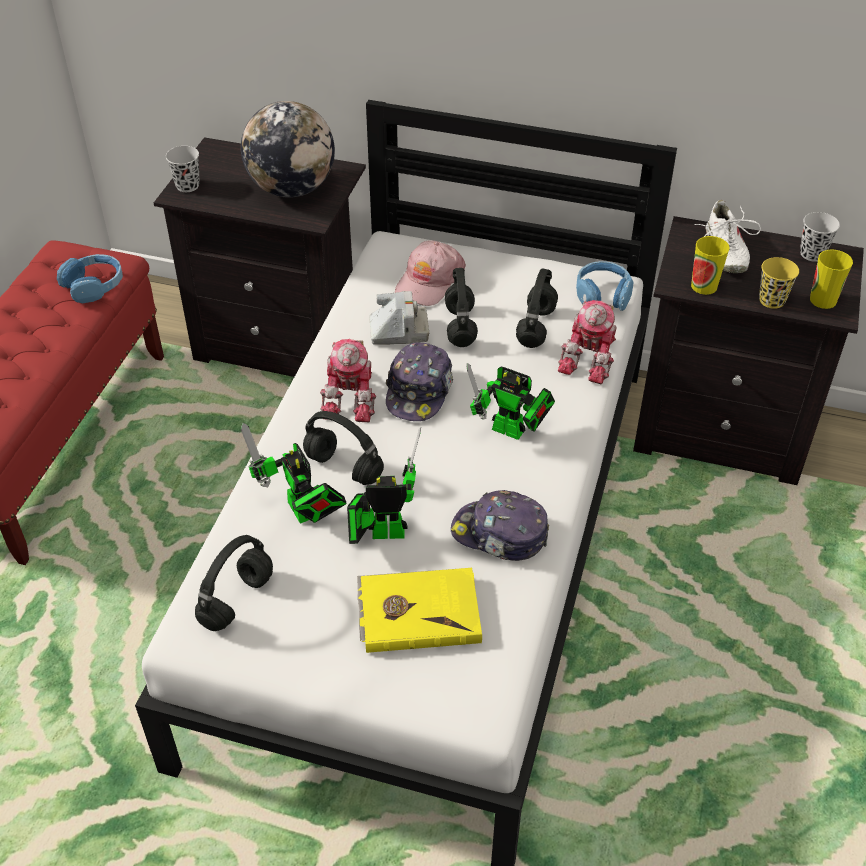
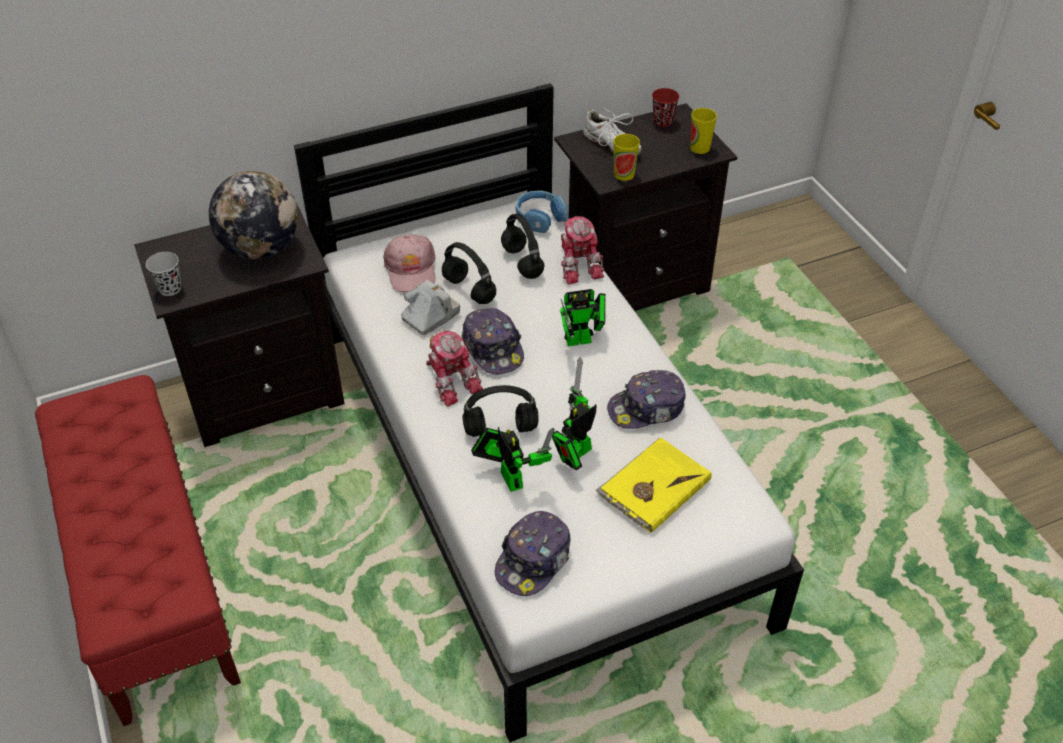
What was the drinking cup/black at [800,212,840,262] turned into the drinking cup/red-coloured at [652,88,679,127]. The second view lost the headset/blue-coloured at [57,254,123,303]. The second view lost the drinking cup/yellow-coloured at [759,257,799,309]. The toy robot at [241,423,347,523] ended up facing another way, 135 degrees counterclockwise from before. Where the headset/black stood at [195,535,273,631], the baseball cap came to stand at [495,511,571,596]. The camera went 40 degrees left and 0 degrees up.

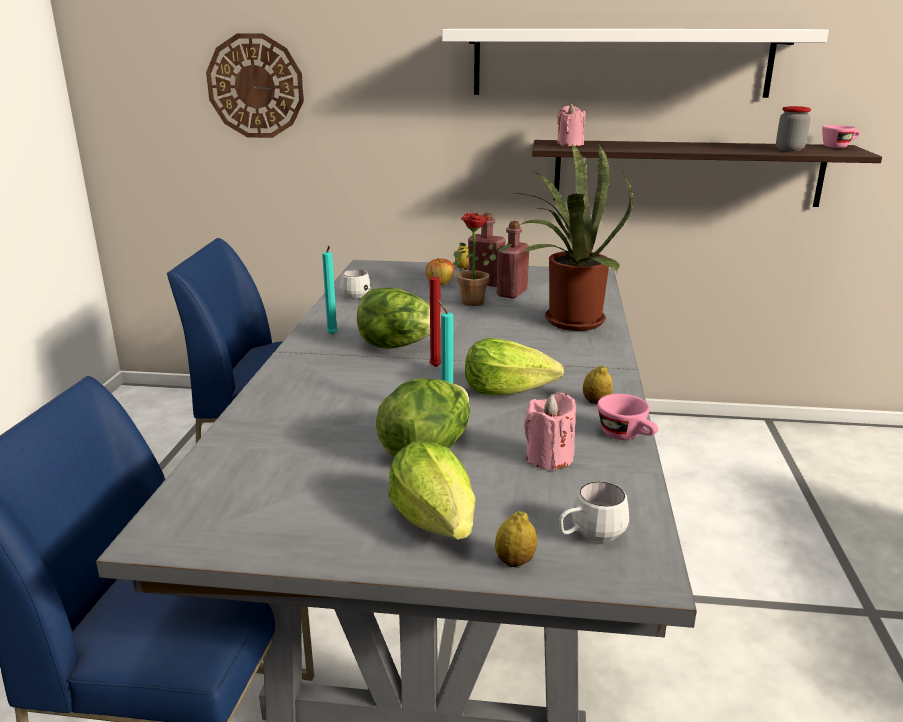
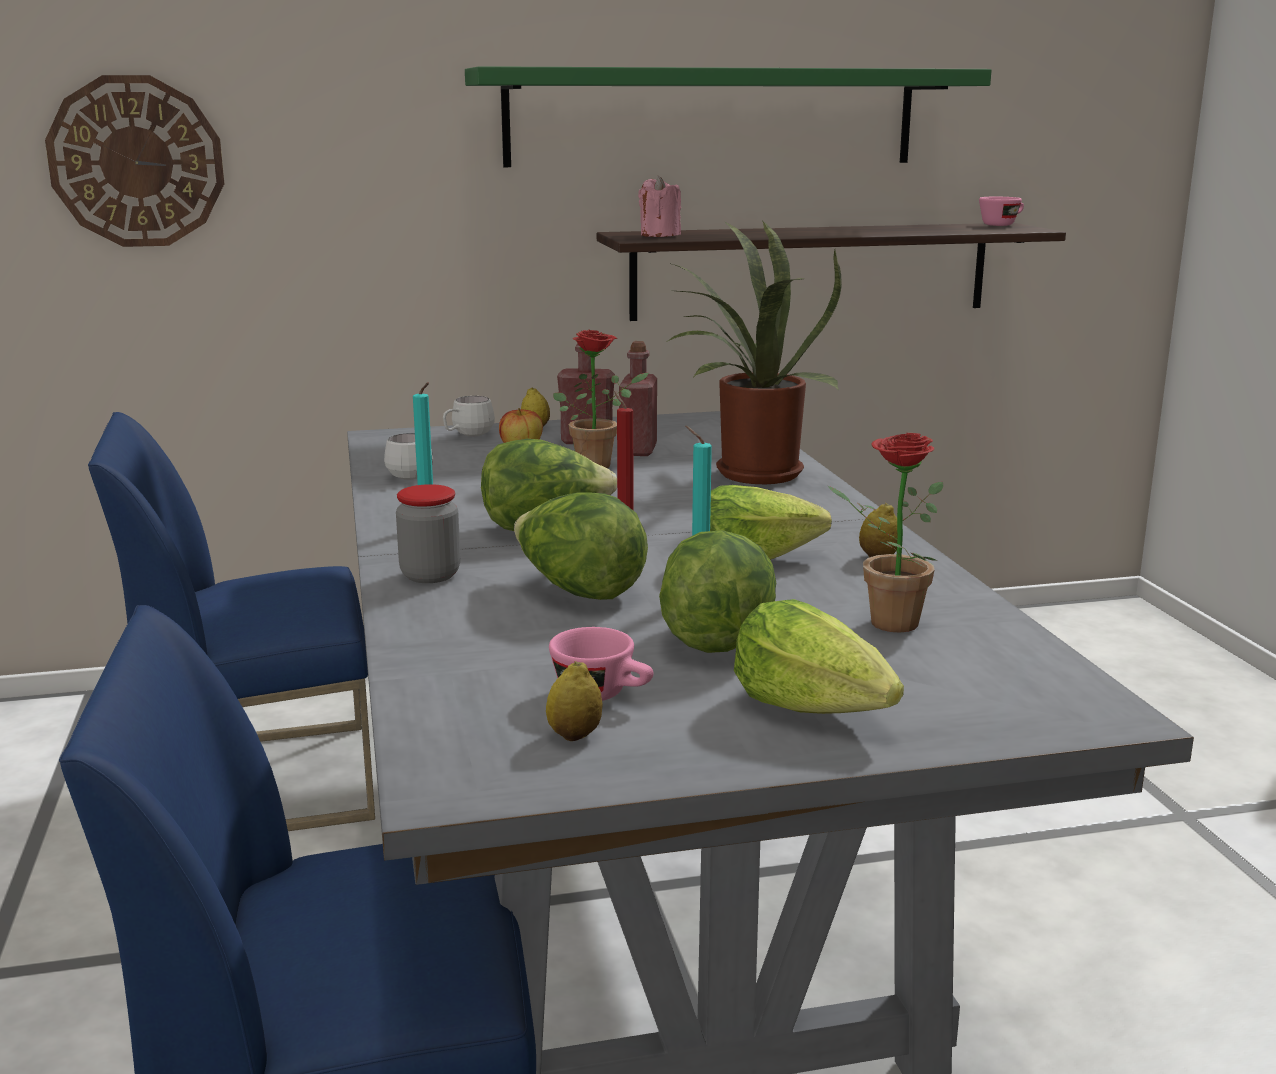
What was the shelf/whitish at [442,29,829,98] turned into the shelf/greenish at [465,66,992,167]. The storage jar ended up elsewhere, having gone from [776,106,811,151] to [396,484,460,583]. Where the wax light/pink stood at [524,393,576,471], the plant in a pot came to stand at [828,433,943,633]. The drinking cup/pink ended up elsewhere, having gone from [597,394,658,440] to [549,627,654,701]. The coffee mug/whitish ended up elsewhere, having gone from [559,481,629,542] to [443,396,495,436]. The whole lemon ended up elsewhere, having gone from [495,511,537,567] to [546,661,603,741]. The second view gained the lettuce at [514,493,648,600]. The camera went 20 degrees left and 5 degrees down.

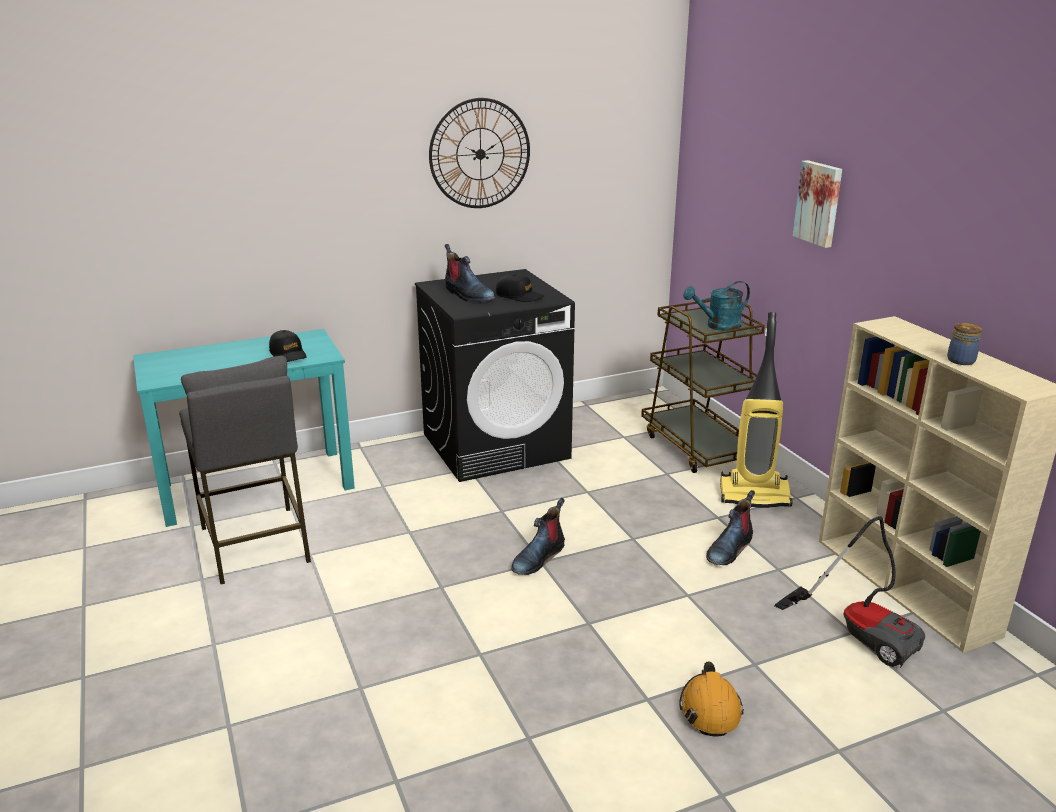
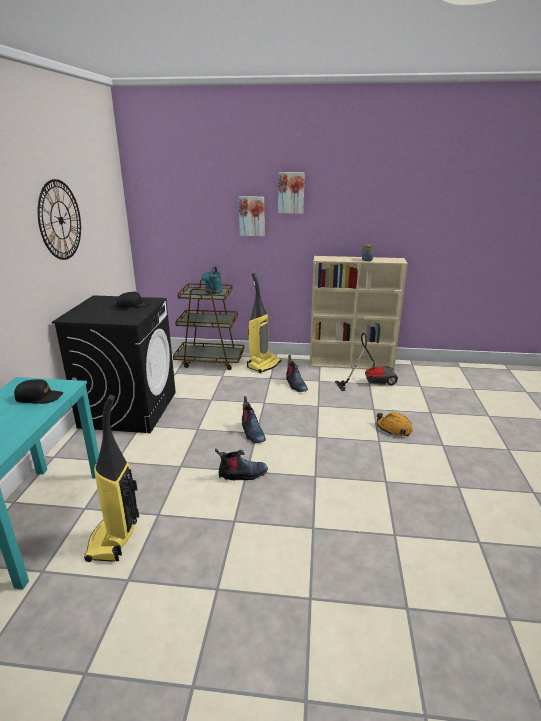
The high-top boot ended up elsewhere, having gone from [445,244,495,303] to [215,449,268,480]. Where the sitting stool/grey stood at [179,356,311,584], the vacuum cleaner came to stand at [84,395,139,562]. The second view gained the wall art at [278,172,305,214]. The camera went 60 degrees left and 0 degrees up.

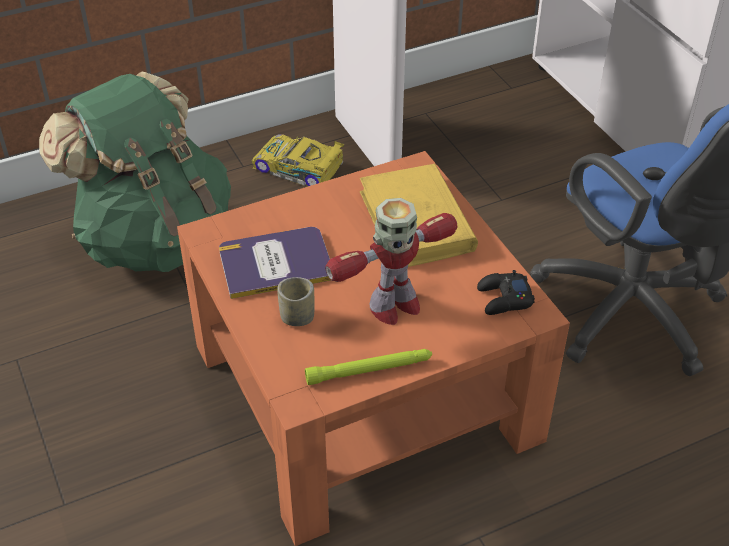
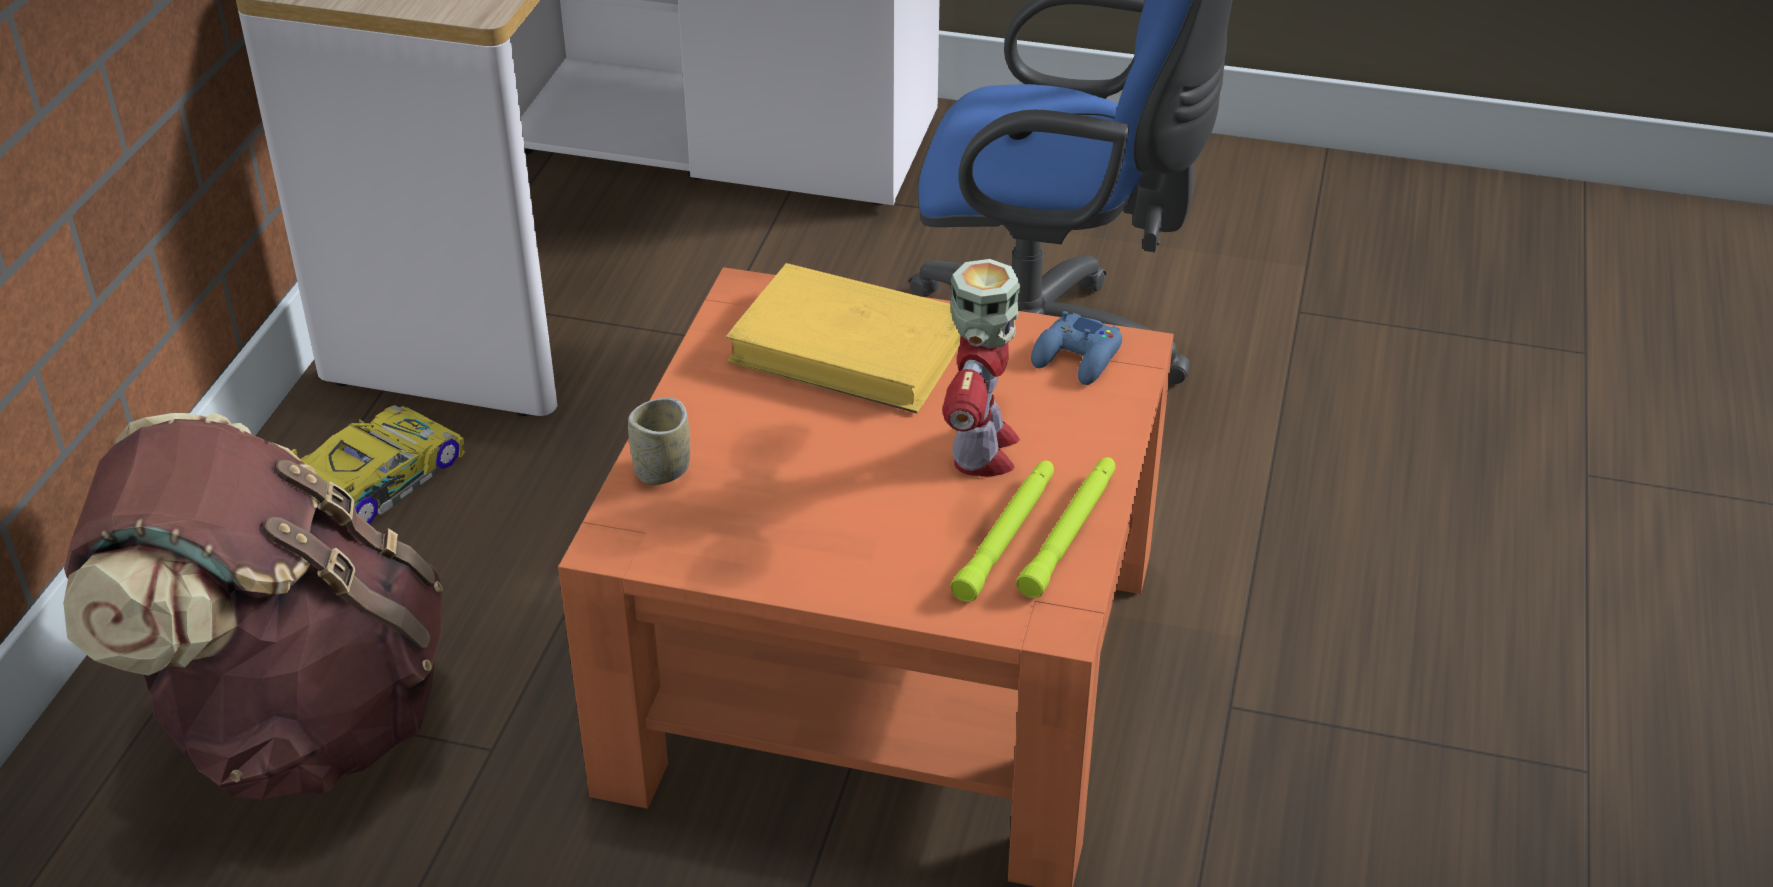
What was the backpack/greenish at [39,72,231,272] turned into the backpack/brownish at [63,413,443,799]. The miniature car at [252,134,344,187] ended up facing another way, 150 degrees clockwise from before. The second view lost the book at [219,227,331,299]. What was the game controller/black at [477,270,535,315] turned into the game controller/blue-coloured at [1031,311,1122,385]. The drinking cup ended up elsewhere, having gone from [277,277,314,326] to [628,398,690,485]. The second view gained the torch/greenish at [951,461,1054,602]. The camera went 50 degrees left and 5 degrees down.

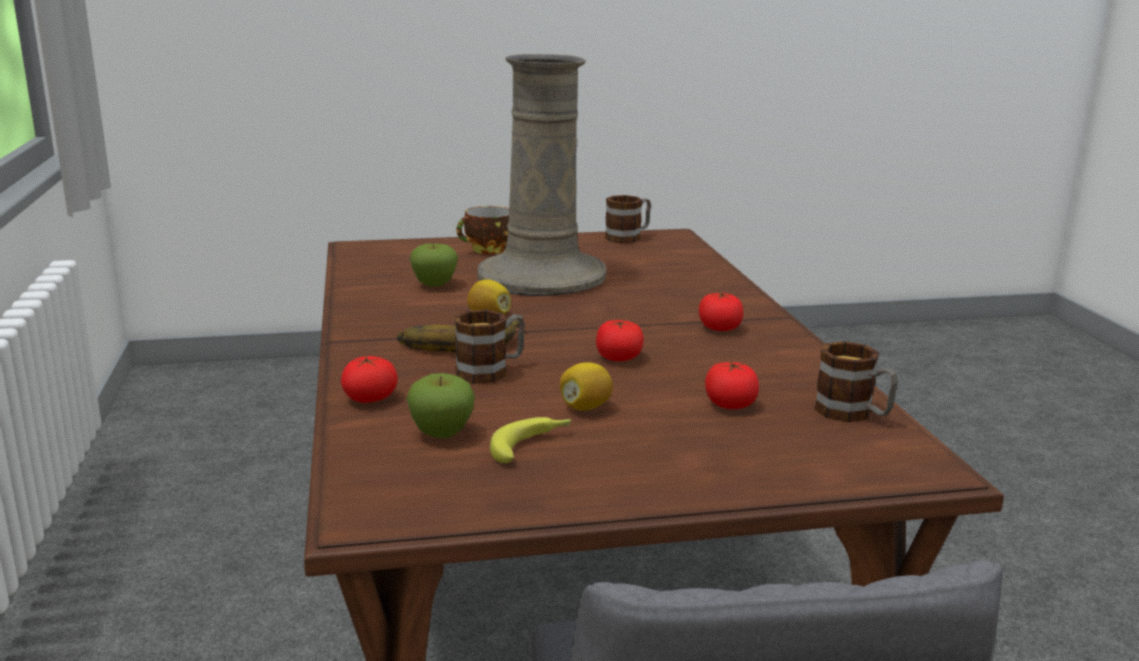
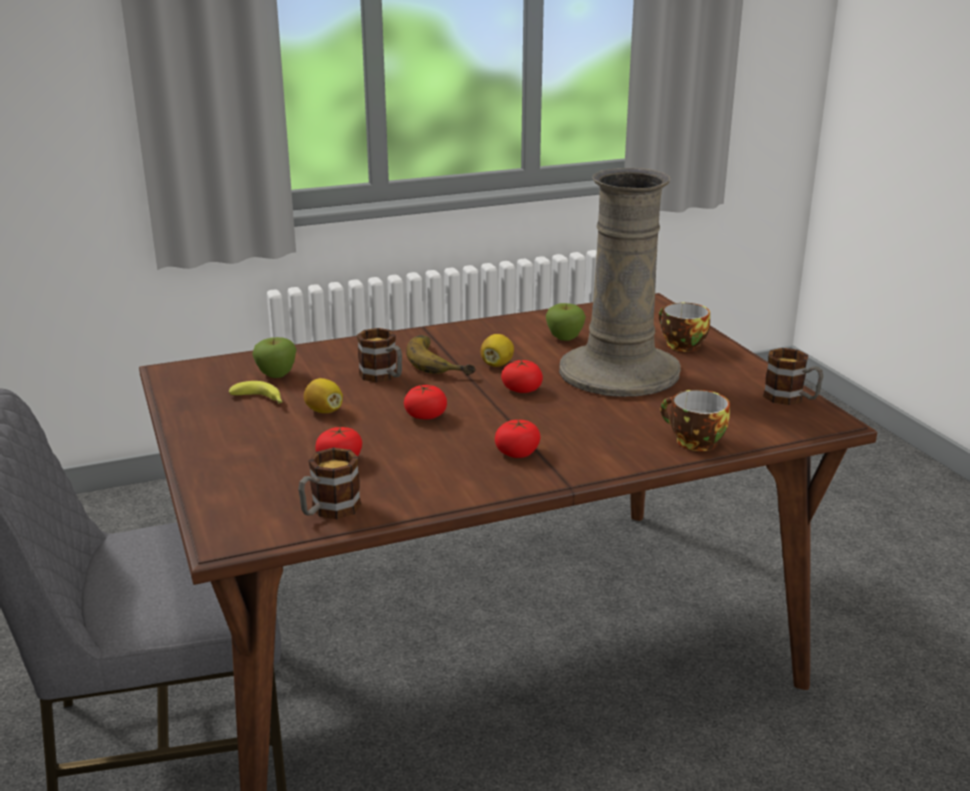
The fresh tomato ended up elsewhere, having gone from [341,356,398,403] to [501,360,543,393]. The second view gained the drinking cup at [660,390,730,451]. The camera went 80 degrees right and 5 degrees up.

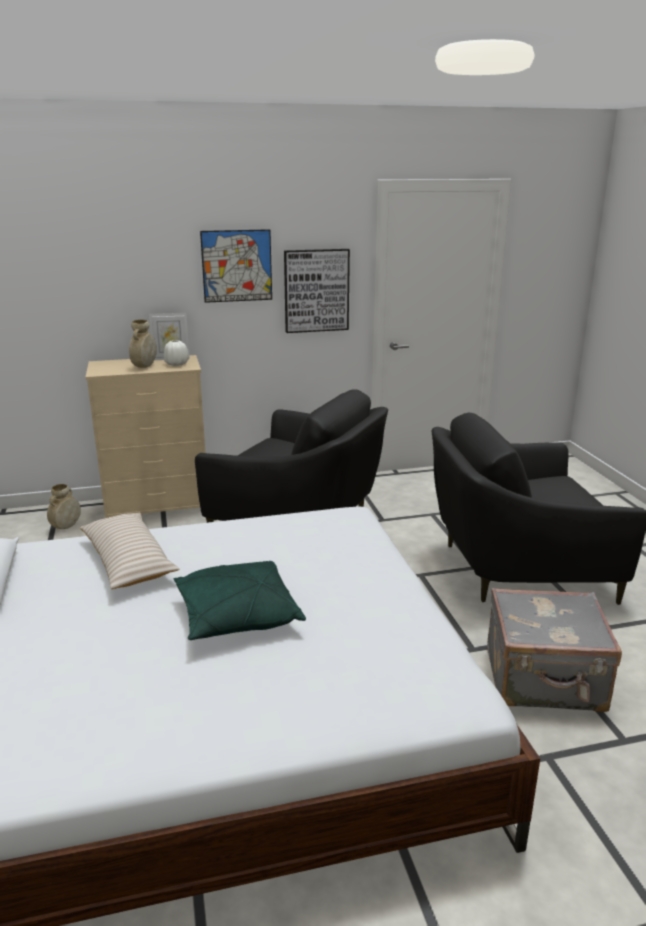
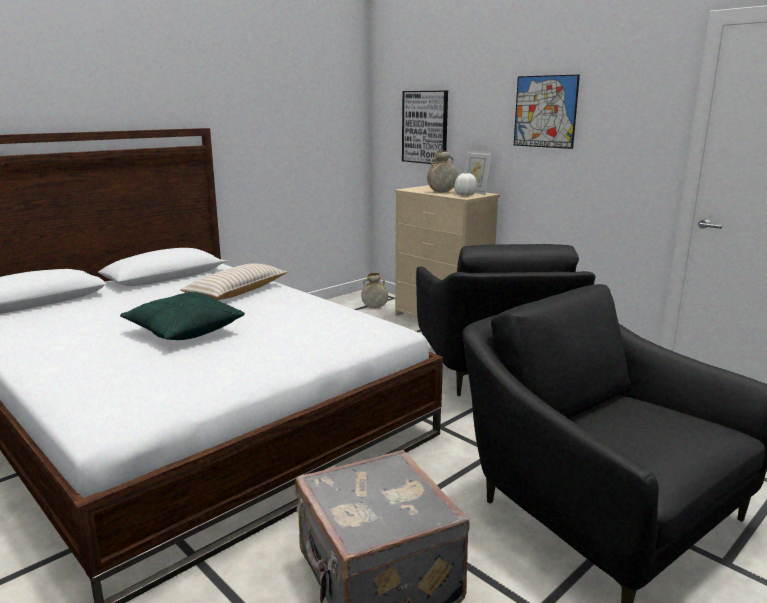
The wall art ended up elsewhere, having gone from [284,249,350,333] to [402,91,448,164]. The camera went 60 degrees right and 5 degrees down.

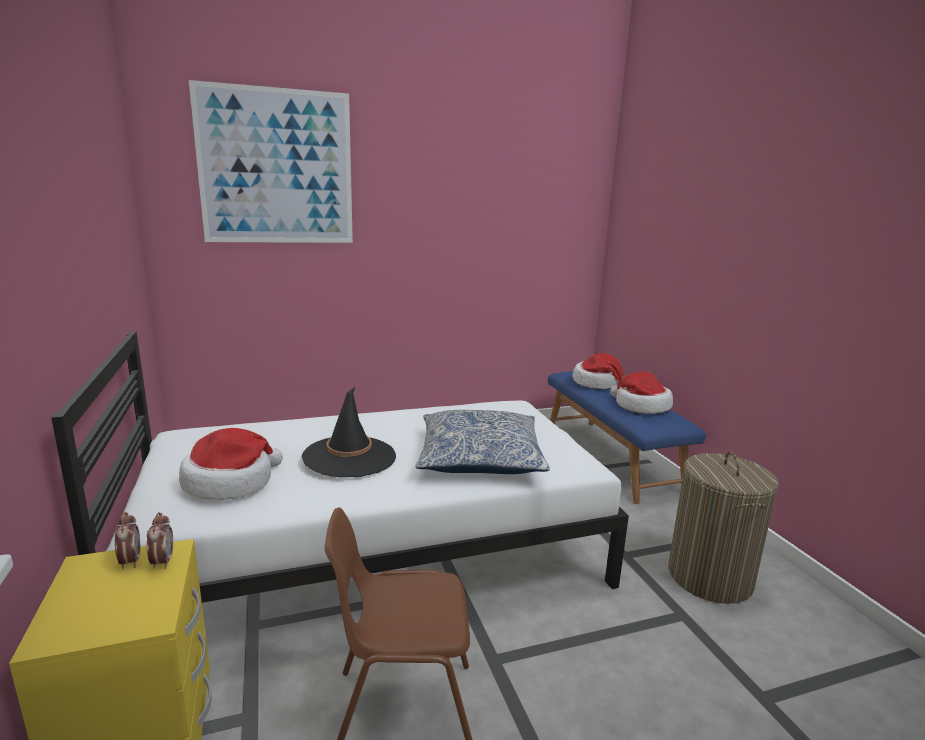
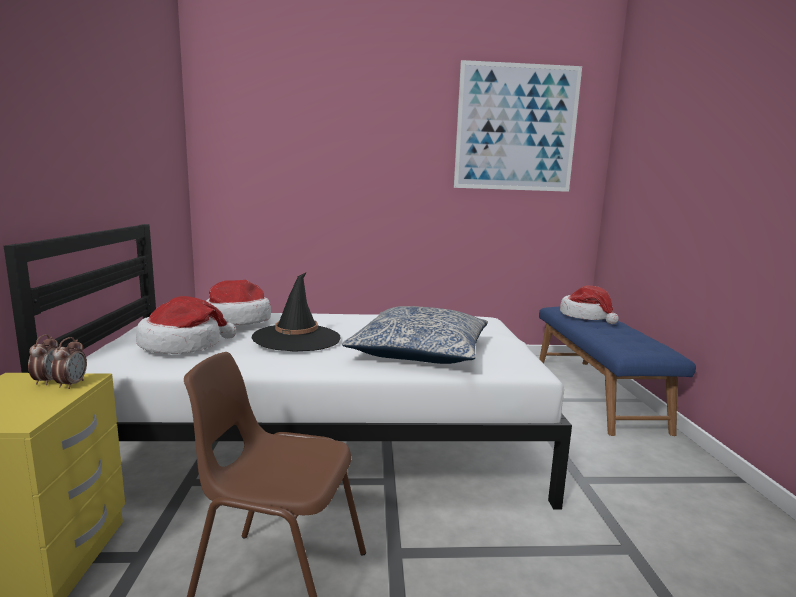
The wall art ended up elsewhere, having gone from [189,80,353,243] to [454,60,582,192]. The clothing hat ended up elsewhere, having gone from [610,372,673,414] to [206,280,271,326]. The second view lost the laundry basket at [668,452,779,604]. The camera went 15 degrees right and 5 degrees down.

